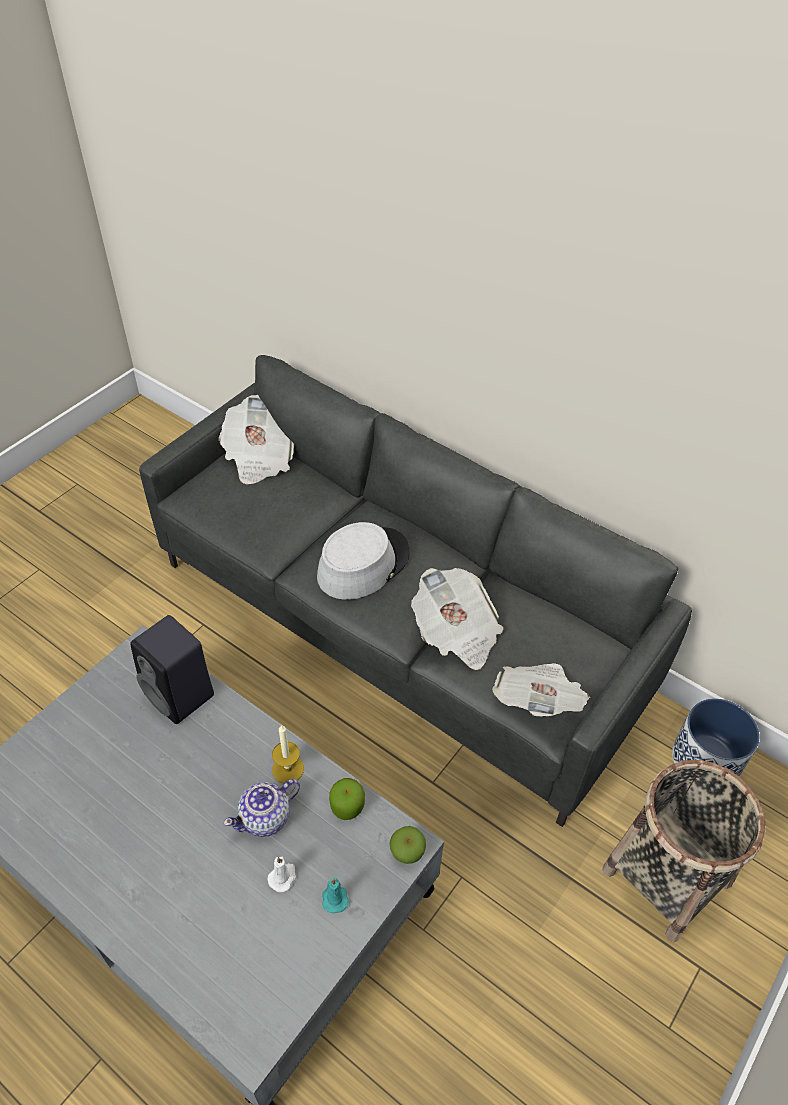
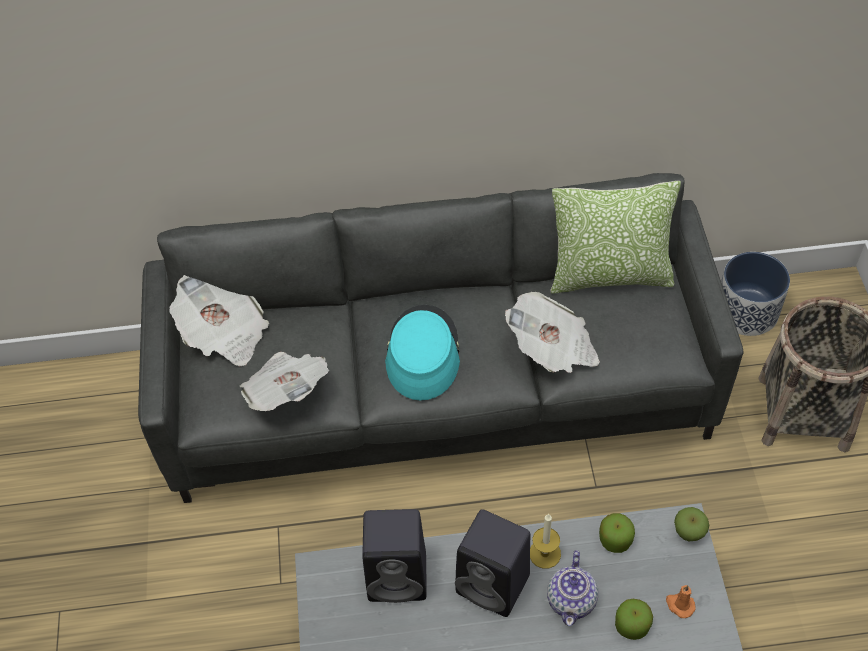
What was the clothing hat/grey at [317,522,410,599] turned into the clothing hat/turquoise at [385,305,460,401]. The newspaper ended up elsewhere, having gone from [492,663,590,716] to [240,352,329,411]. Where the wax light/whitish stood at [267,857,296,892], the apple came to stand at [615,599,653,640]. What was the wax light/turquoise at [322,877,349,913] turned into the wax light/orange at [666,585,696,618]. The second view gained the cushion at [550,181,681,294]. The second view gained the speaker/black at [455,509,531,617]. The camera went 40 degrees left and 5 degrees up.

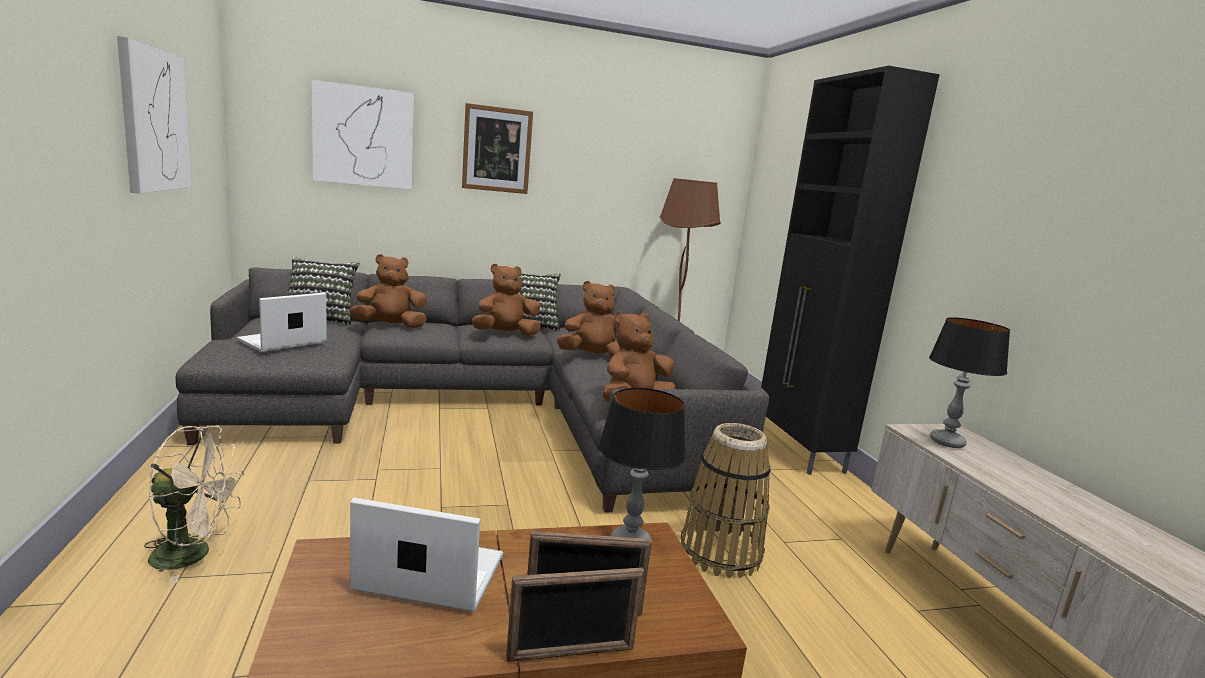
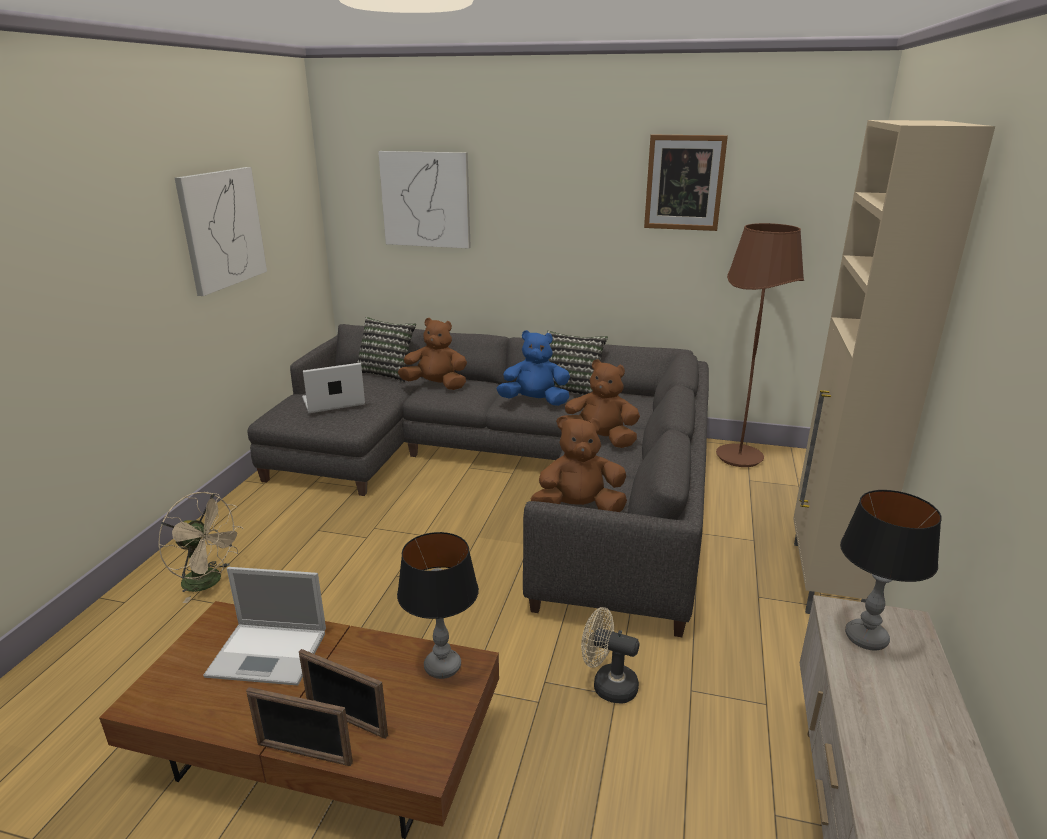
What was the cupboard/black at [761,66,940,475] turned into the cupboard/beige at [793,120,995,614]. The wall art ended up elsewhere, having gone from [462,103,533,194] to [644,134,728,231]. What was the cuddly toy/brownish at [472,264,541,335] turned into the cuddly toy/blue-coloured at [496,330,570,406]. Where the household basket stood at [681,423,771,578], the electric fan/beige came to stand at [581,607,640,704]. The portable computer at [350,498,503,612] ended up facing another way, 150 degrees clockwise from before. The camera went 30 degrees right and 10 degrees up.

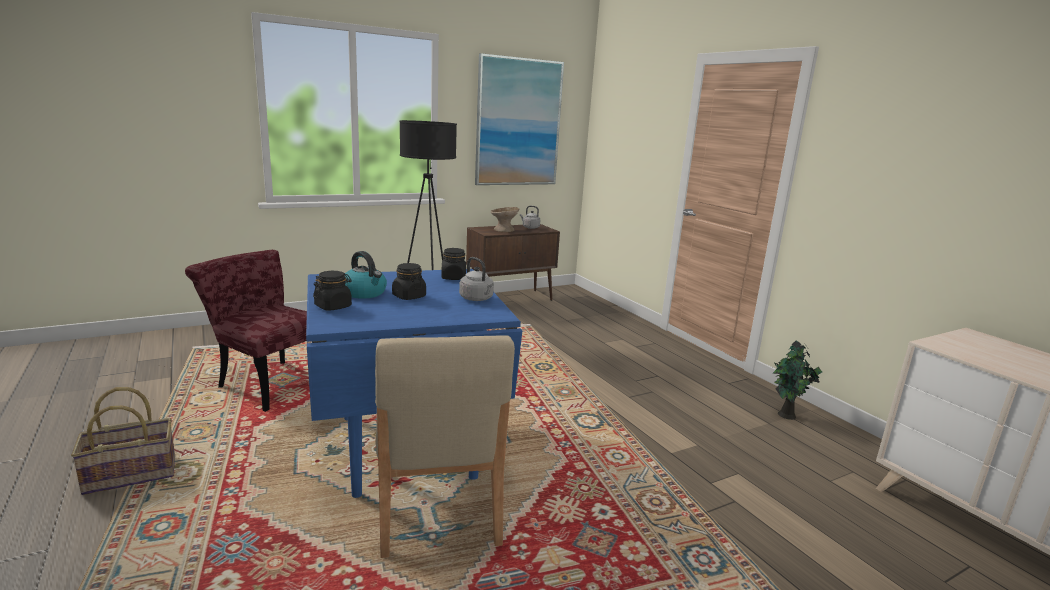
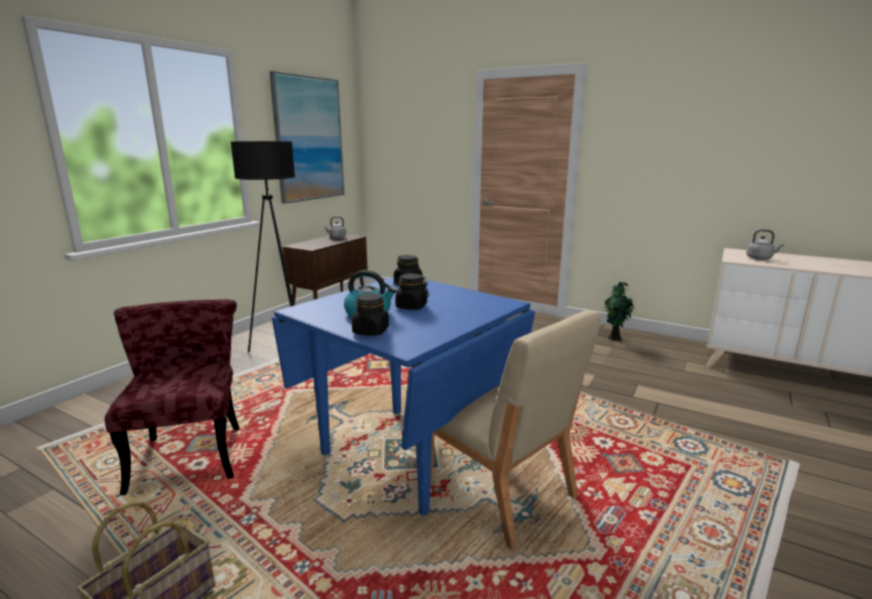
The second view lost the bowl/beige at [490,207,519,232]. The plain chair/red-coloured at [185,250,307,412] ended up facing another way, 75 degrees clockwise from before. The kettle/grey ended up elsewhere, having gone from [459,257,494,301] to [746,230,784,260]. The camera went 30 degrees left and 0 degrees up.

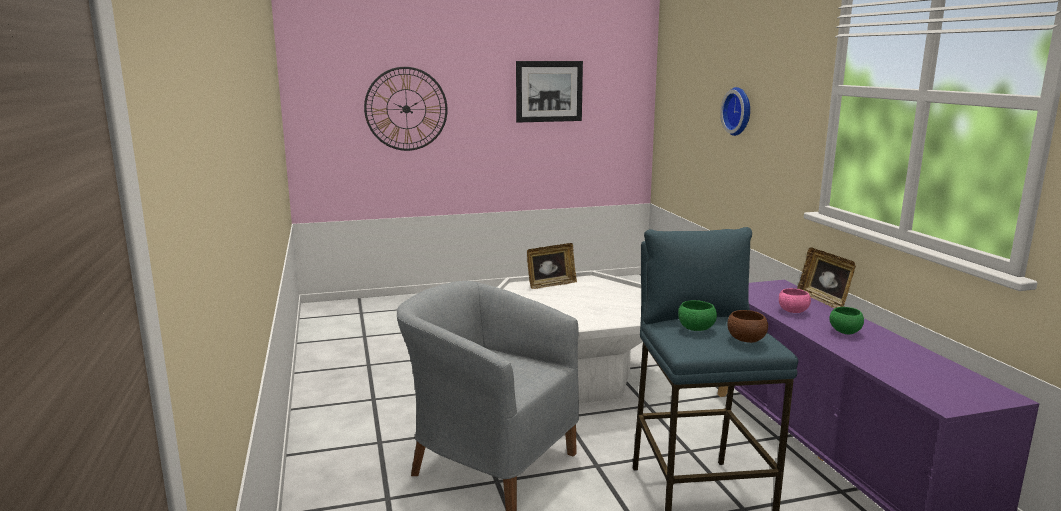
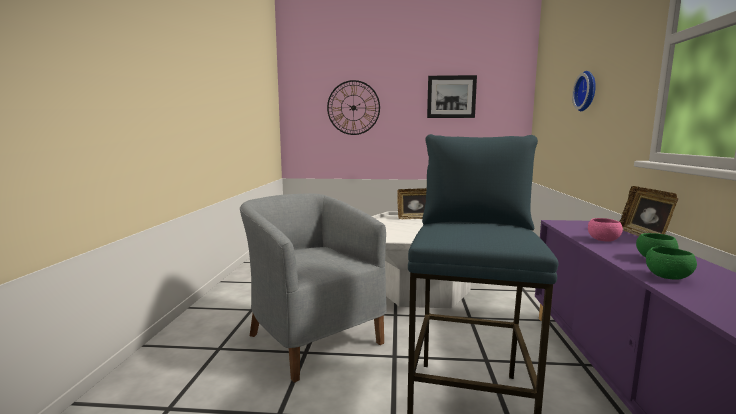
The bowl/greenish ended up elsewhere, having gone from [678,300,717,331] to [646,247,697,279]. The second view lost the bowl/brownish at [727,310,768,343]. The camera went 20 degrees right and 5 degrees down.

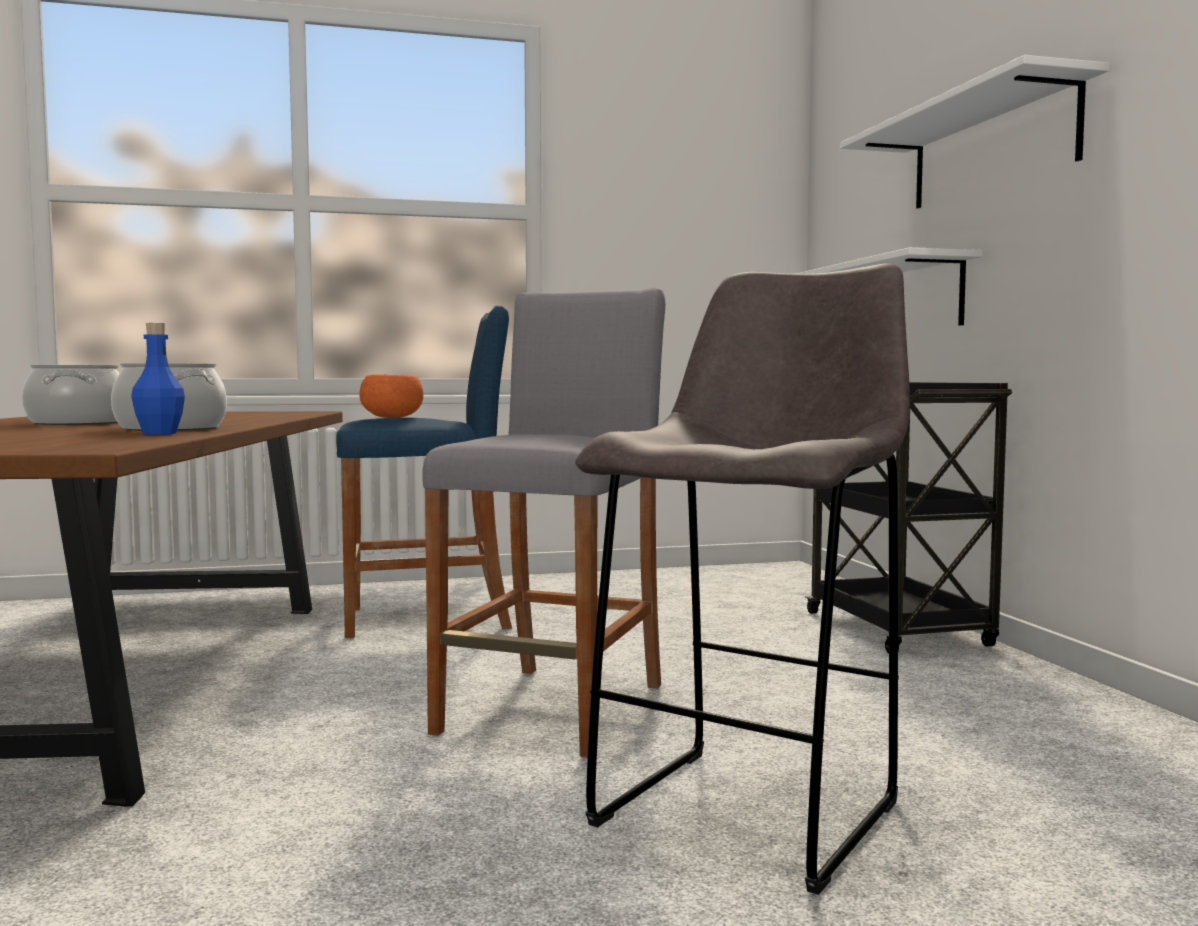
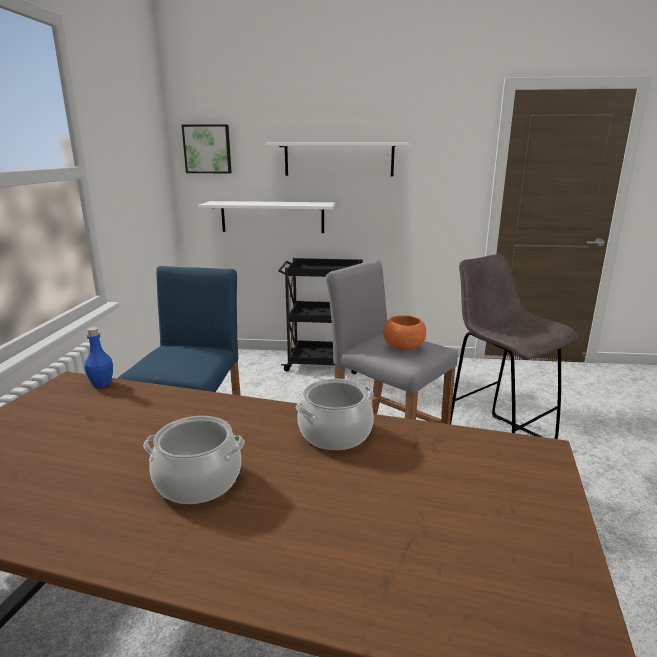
The drink bottle/blue-coloured ended up elsewhere, having gone from [131,323,185,435] to [85,327,113,387]. The bowl/orange ended up elsewhere, having gone from [359,374,423,418] to [383,315,426,350]. The second view gained the wall art at [182,124,232,173]. The camera went 70 degrees left and 15 degrees up.

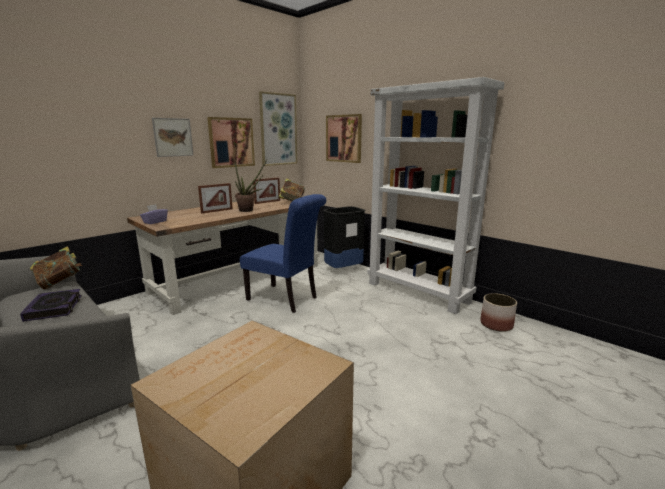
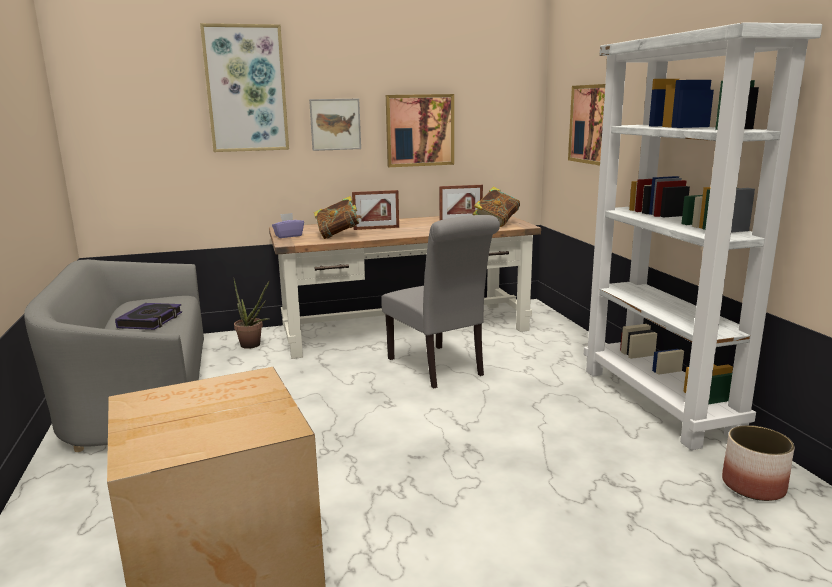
The wall art ended up elsewhere, having gone from [259,91,297,166] to [200,23,289,152]. The plant in a pot ended up elsewhere, having gone from [235,160,267,212] to [234,280,270,349]. What was the plain chair/blue-coloured at [240,194,326,313] turned into the plain chair/grey at [381,215,500,389]. The second view lost the trash can/black at [323,206,366,268]. The book ended up elsewhere, having gone from [30,246,82,290] to [314,196,362,239]. The camera went 30 degrees right and 0 degrees up.

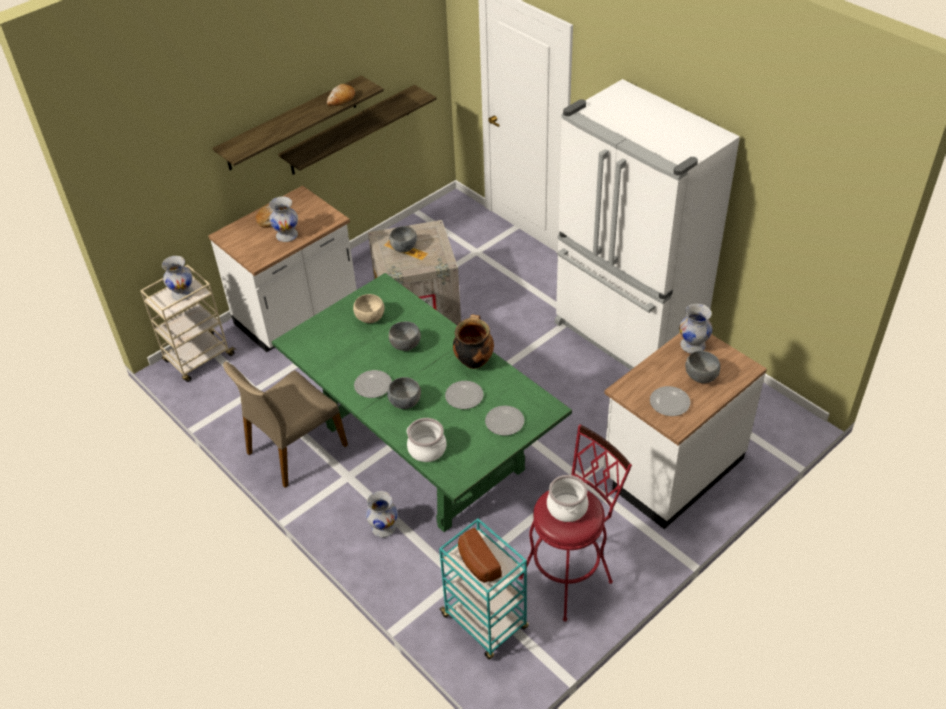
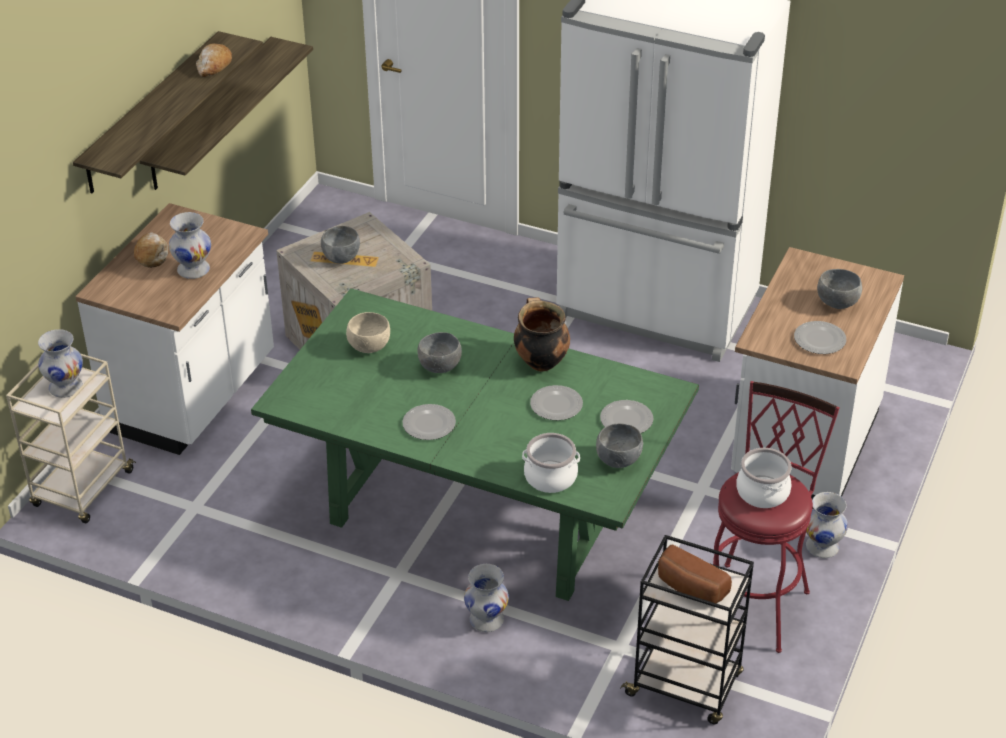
The vase/whitish ended up elsewhere, having gone from [679,304,712,354] to [806,492,848,558]. The second view lost the plain chair/beige at [223,361,348,488]. The bowl/grey ended up elsewhere, having gone from [387,377,421,409] to [596,423,643,468]. What was the trolley/turquoise at [438,518,528,660] turned into the trolley/black at [620,535,754,724]. The camera went 25 degrees left and 5 degrees down.

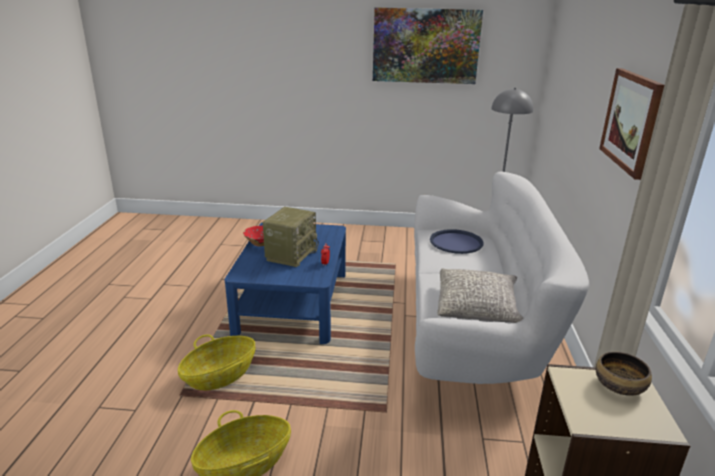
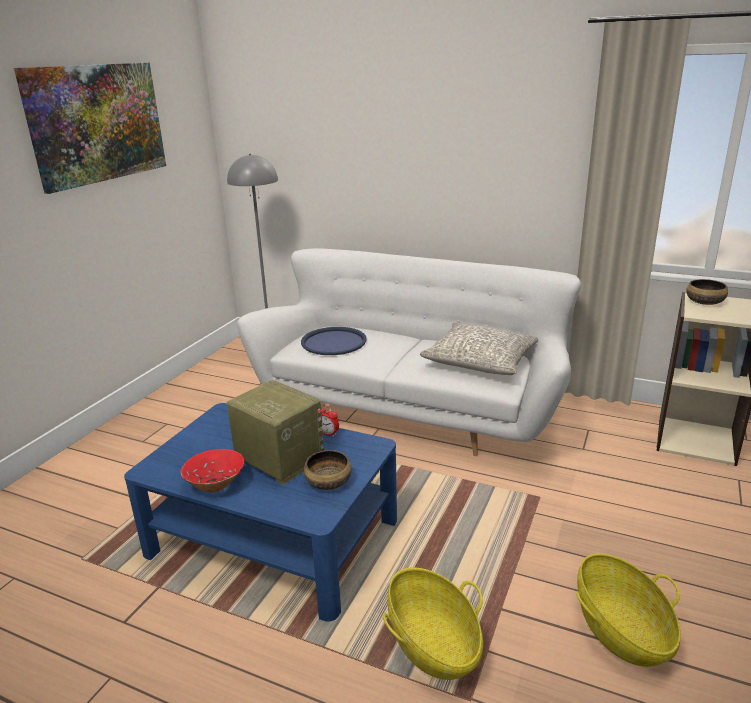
The second view lost the wall art at [599,68,664,180]. The second view gained the bowl at [304,450,352,490]. The camera went 70 degrees left and 0 degrees up.

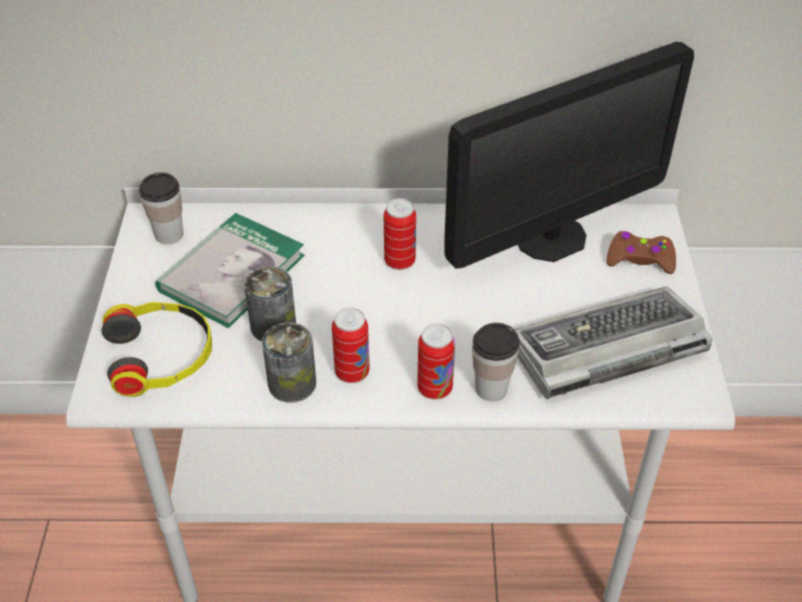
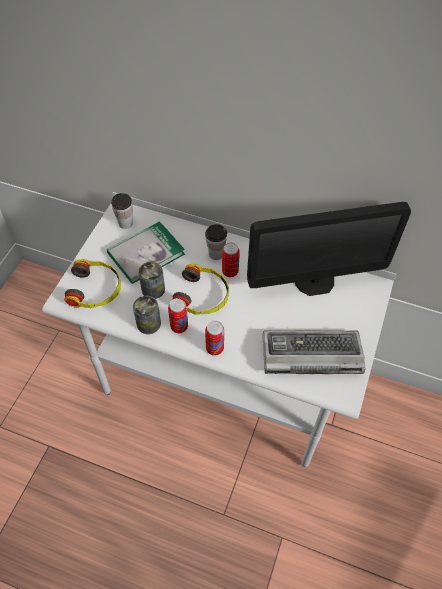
The second view lost the game controller/brownish at [606,231,676,274]. The drinking cup ended up elsewhere, having gone from [472,323,520,401] to [205,224,227,260]. The second view gained the headset at [173,264,229,315]. The camera went 20 degrees right and 10 degrees up.

